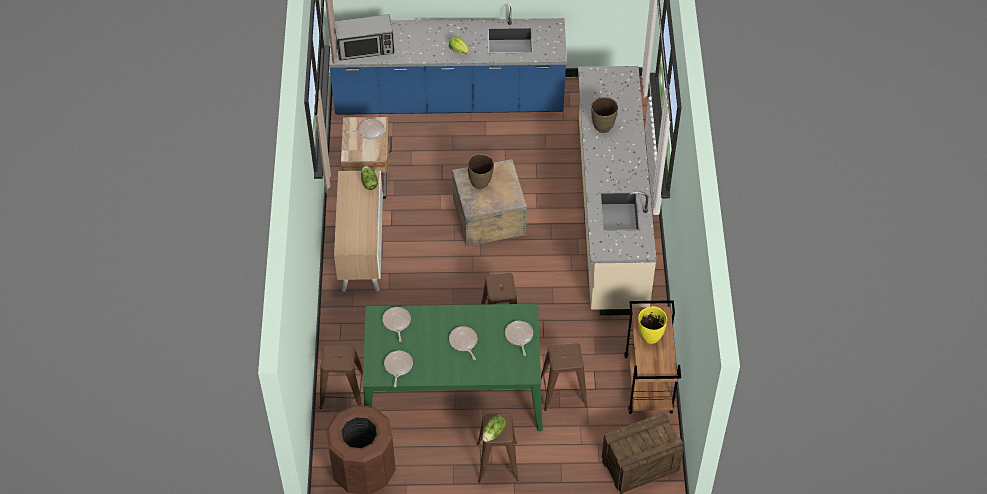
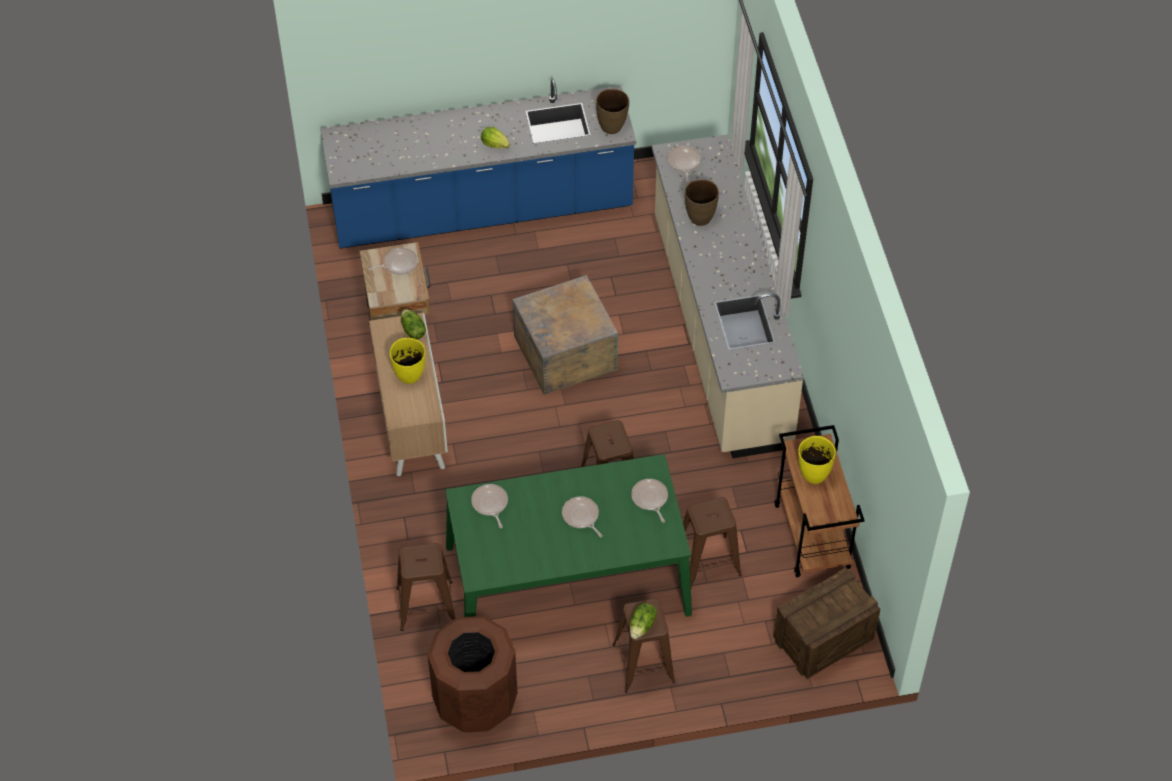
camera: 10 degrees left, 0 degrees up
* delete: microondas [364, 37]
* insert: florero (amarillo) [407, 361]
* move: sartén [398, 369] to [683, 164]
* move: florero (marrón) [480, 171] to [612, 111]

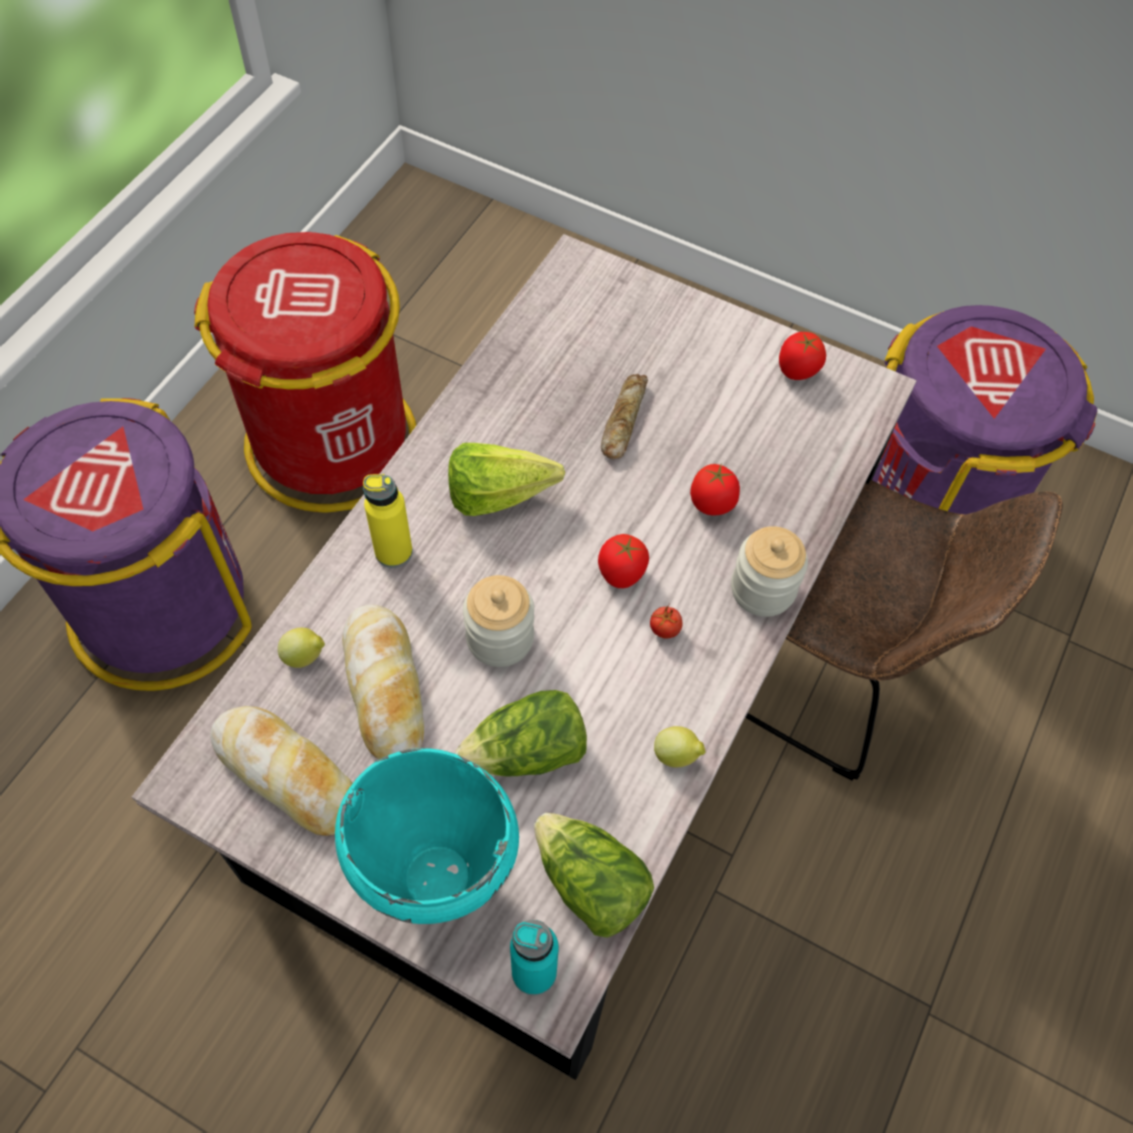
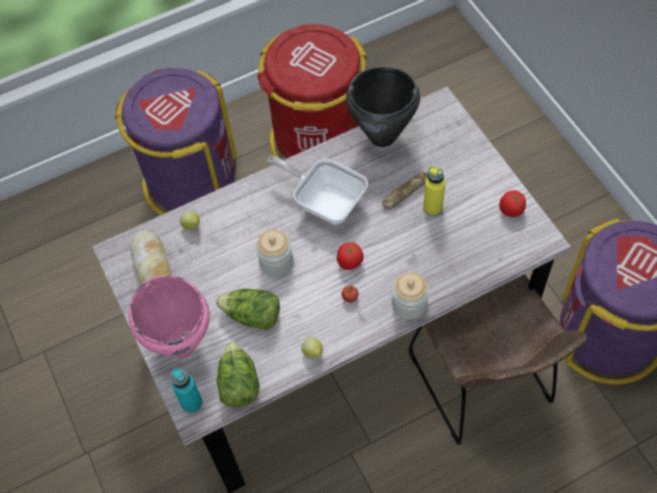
camera: 40 degrees right, 0 degrees up
* delete: pan [383, 682]
* delete: tomate [715, 489]
* insert: olla (negro) [383, 106]
* move: botella (amarillo) [388, 521] to [434, 191]
* replace: lechuga [506, 479] to sartén [317, 190]
* recolor: olla (turquesa) [427, 836] to olla (rosa) [169, 316]

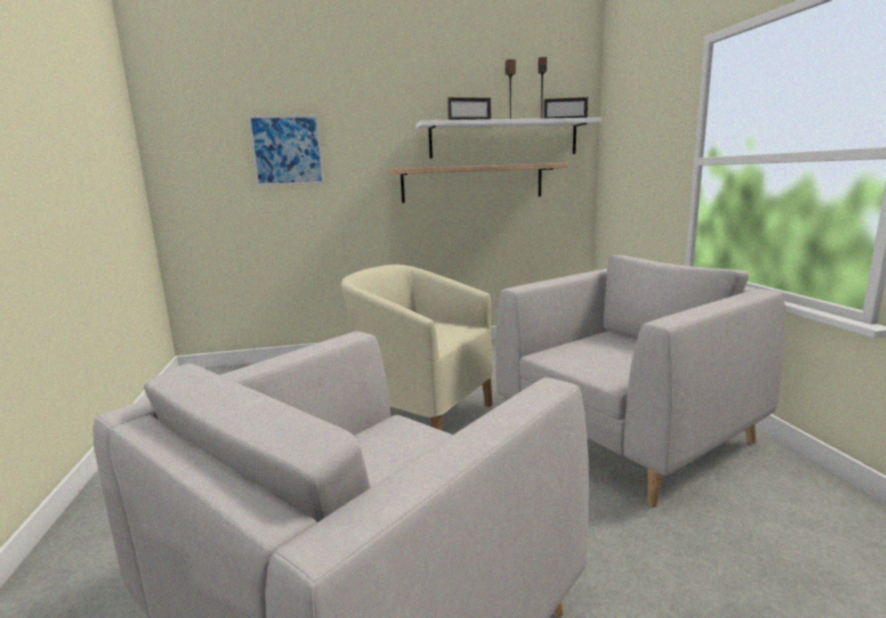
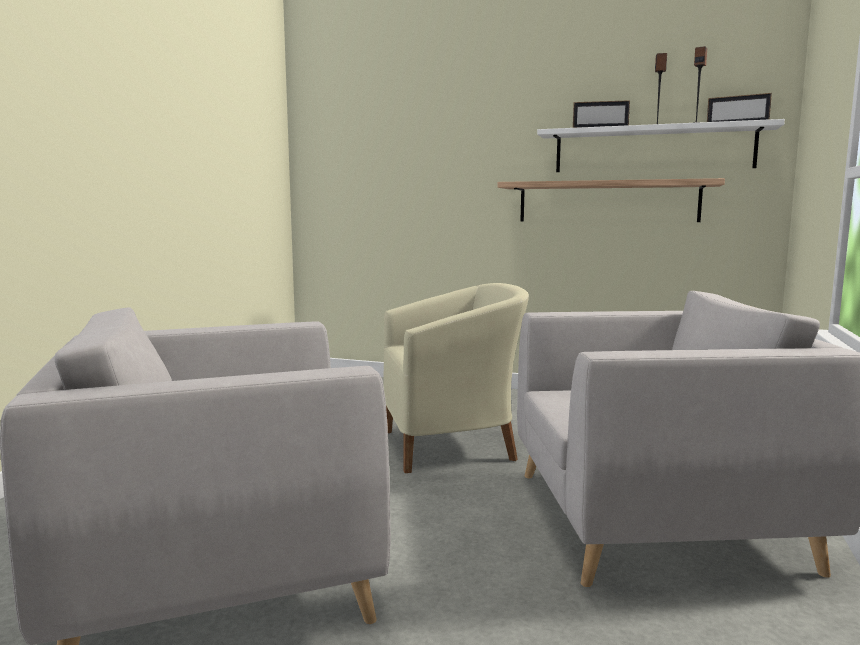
camera: 30 degrees right, 5 degrees down
* delete: cuadro [286, 150]
* rotate: sillón (beis) [417, 348] = [456, 378] 105 degrees clockwise

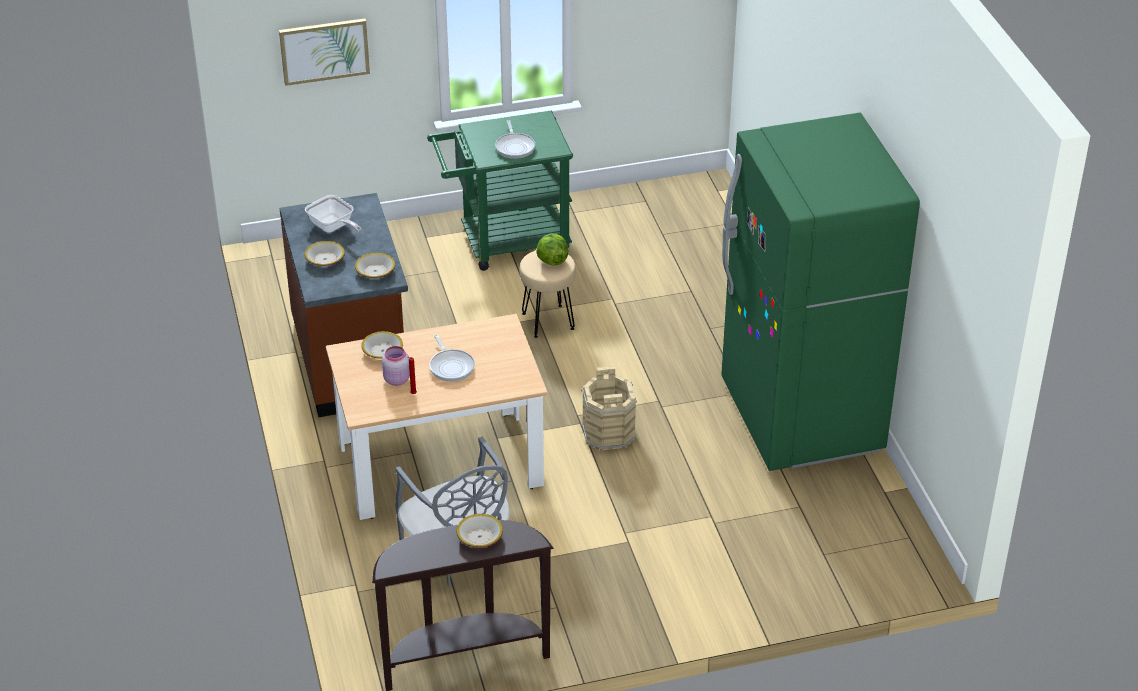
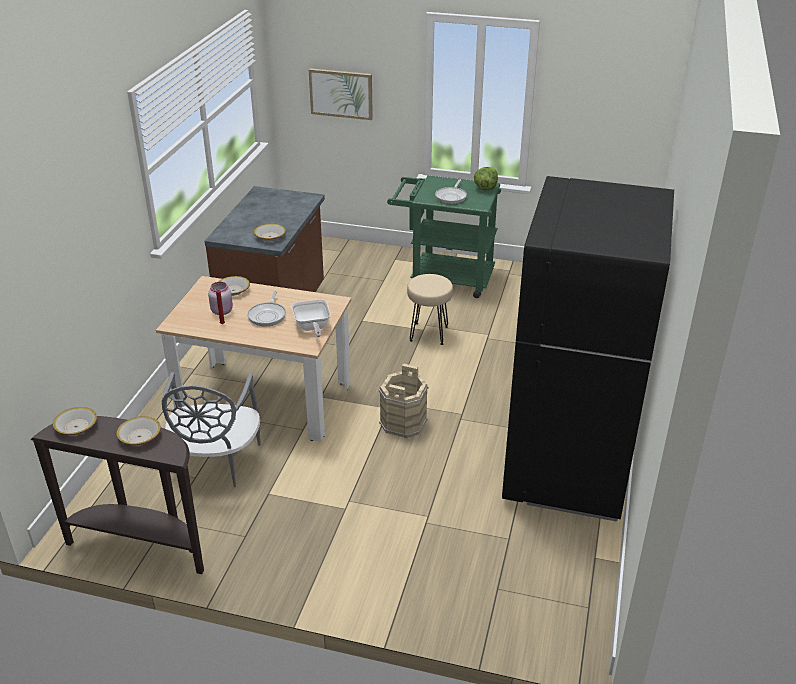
camera: 30 degrees right, 5 degrees down
* move: sartén [333, 214] to [311, 318]
* move: cuenco [325, 253] to [75, 421]
* move: lechuga [552, 250] to [486, 178]
* recolor: nevera (verde) [820, 292] to nevera (negro) [588, 348]

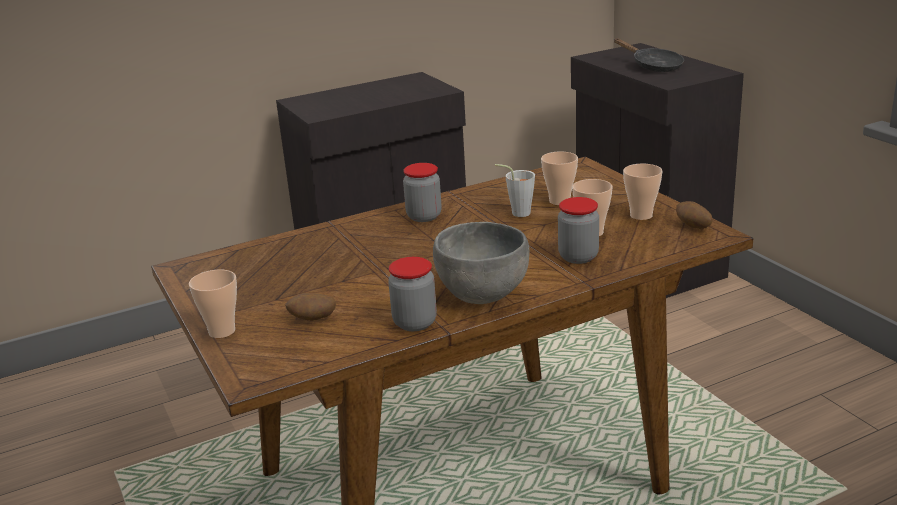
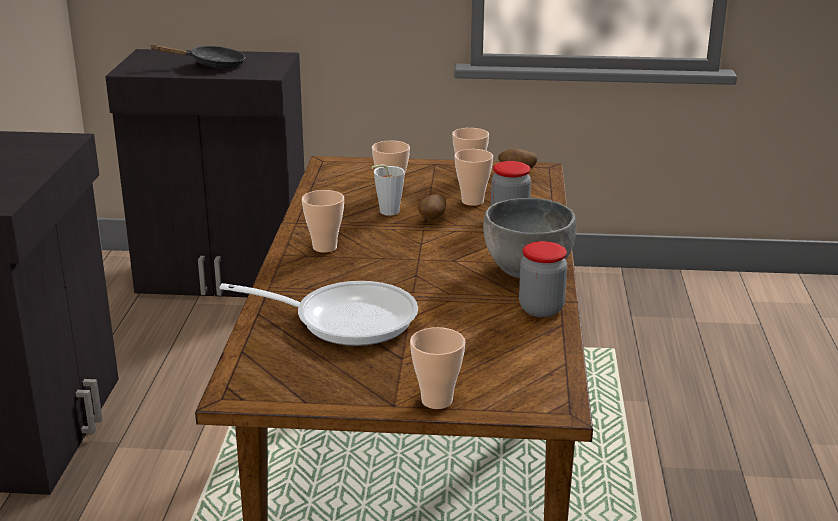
camera: 60 degrees left, 0 degrees up
* insert: sartén [318, 313]
* move: patata [310, 307] to [432, 207]
* replace: tarro [422, 192] to taza [323, 221]

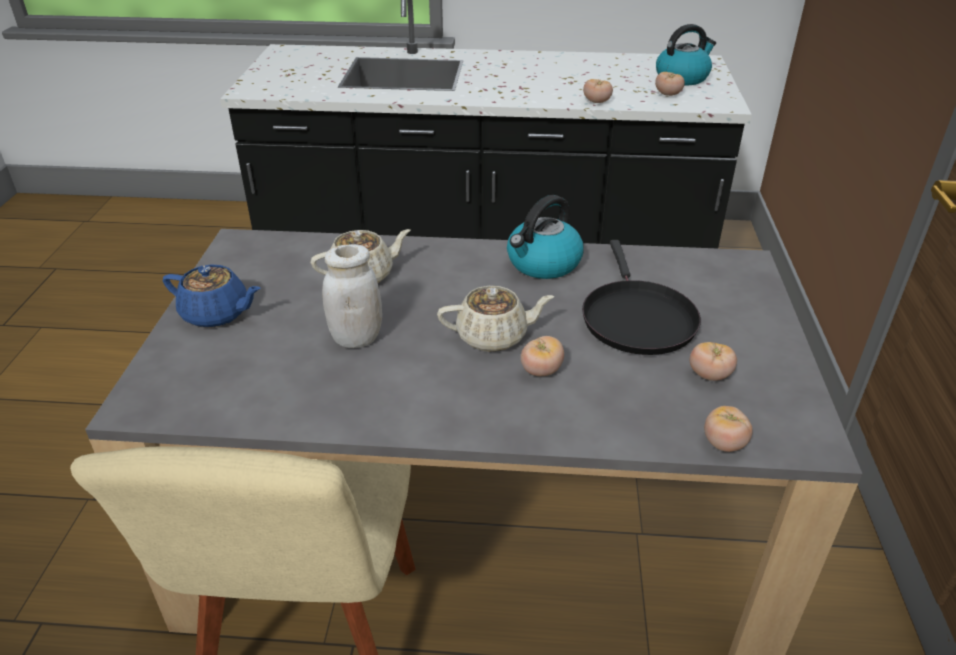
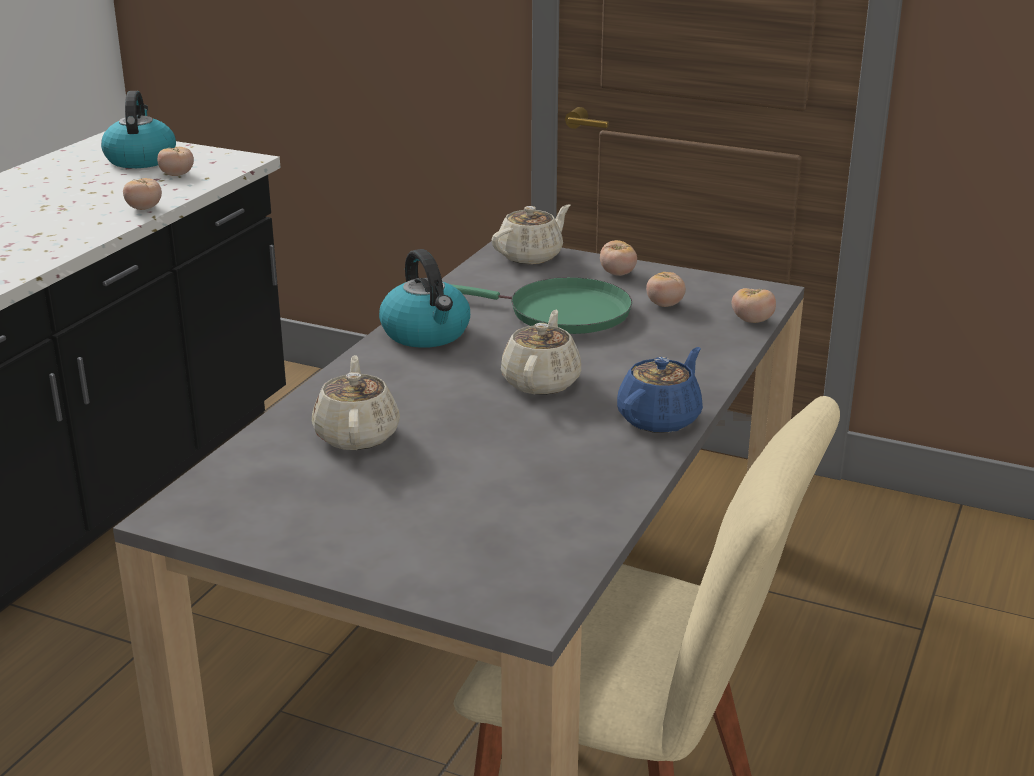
camera: 70 degrees left, 10 degrees down
* delete: tarro (blanco) [352, 296]
* insert: tetera (beis) [531, 234]
* move: tetera (azul) [212, 296] to [660, 390]
* move: tomate [542, 356] to [618, 258]
* recolor: sartén (negro) [641, 297] to sartén (verde) [541, 305]

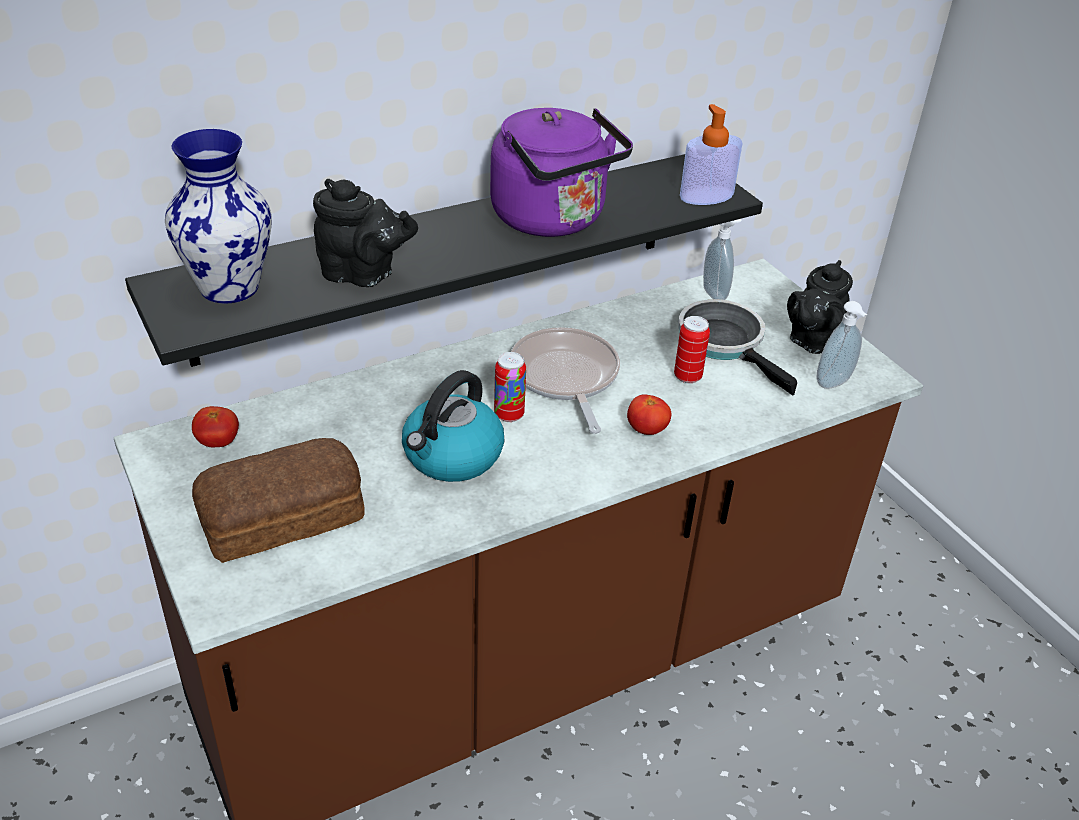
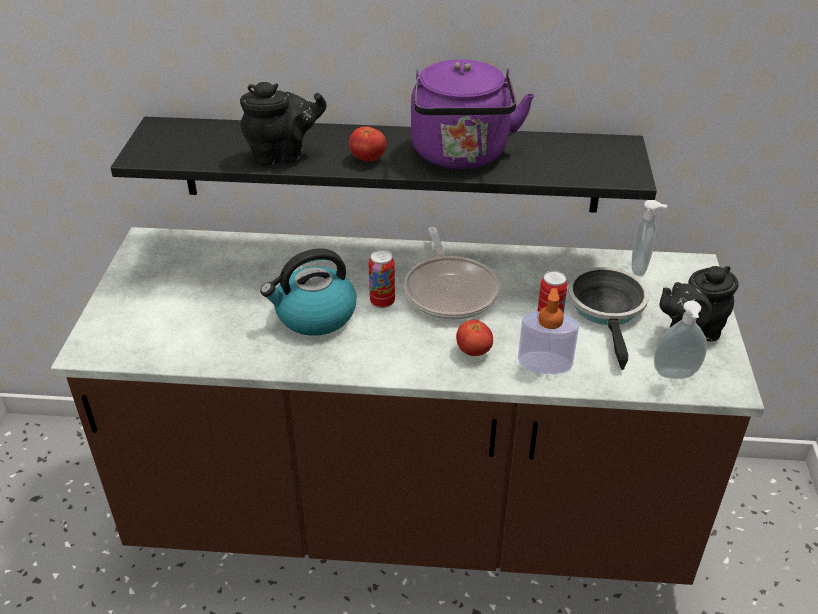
camera: 35 degrees right, 0 degrees up
* delete: florero [218, 216]
* delete: pan [278, 500]
* move: tomate [215, 426] to [368, 144]
* move: dispensador de jabón [711, 154] to [548, 331]
* rotate: tetera (negro) [365, 233] = [283, 123] 60 degrees counterclockwise
* rotate: sartén [565, 380] = [452, 273] 150 degrees clockwise

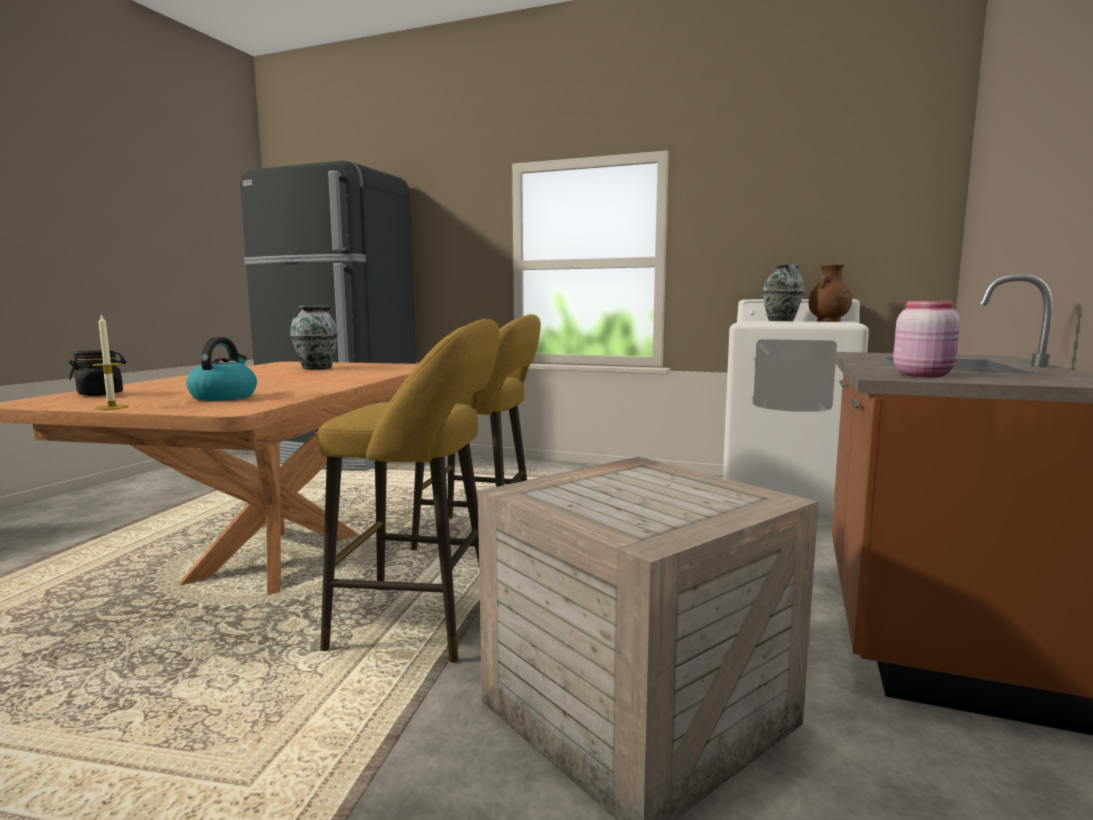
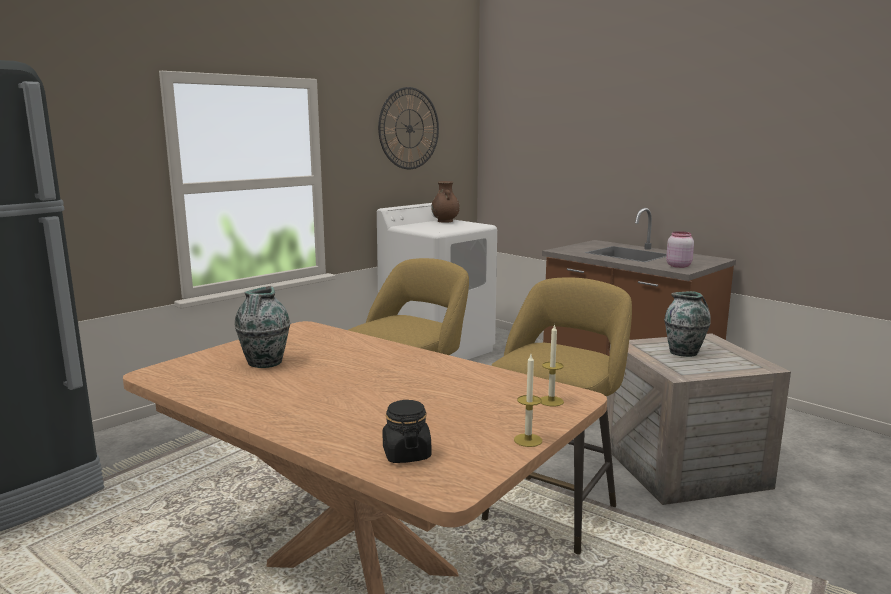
camera: 65 degrees left, 5 degrees up
* delete: hervidor [221, 369]
* insert: reloj de pared [408, 128]
* insert: vela [552, 365]
* move: florero [784, 292] to [687, 324]

